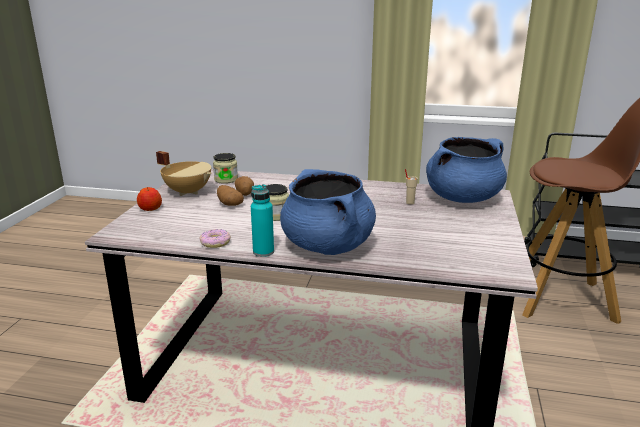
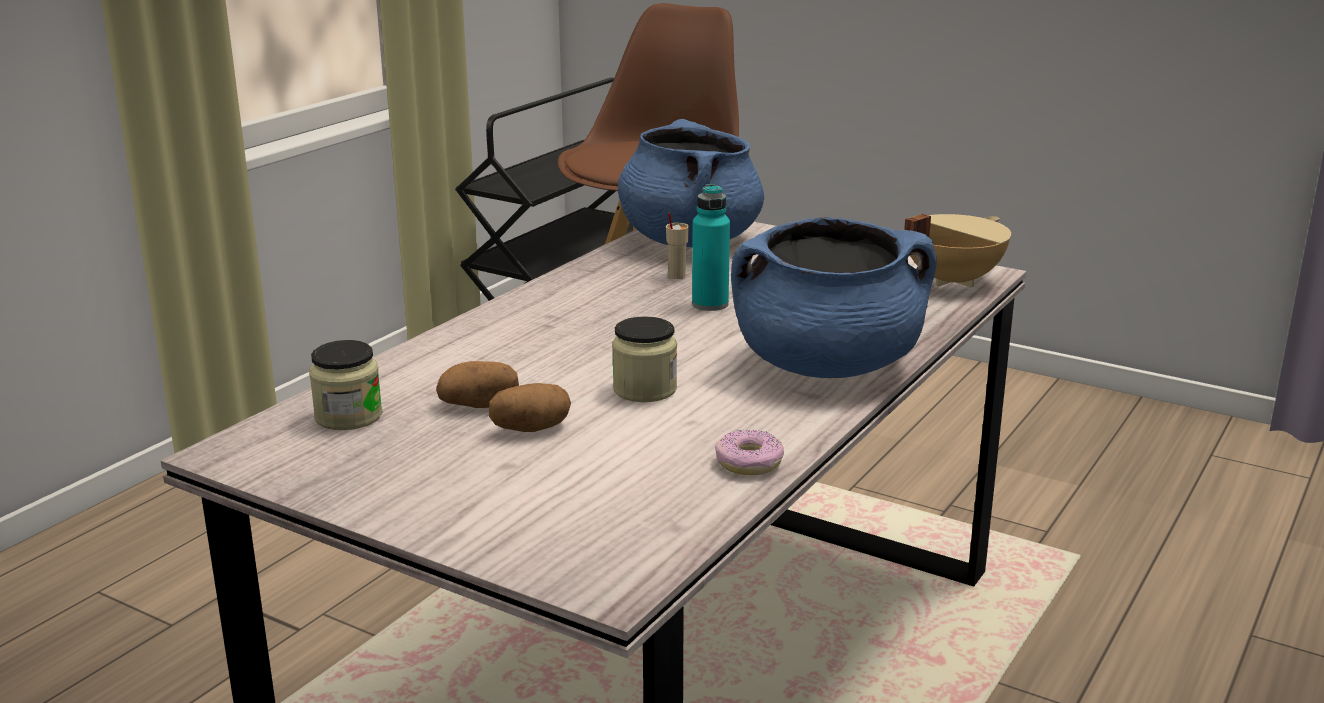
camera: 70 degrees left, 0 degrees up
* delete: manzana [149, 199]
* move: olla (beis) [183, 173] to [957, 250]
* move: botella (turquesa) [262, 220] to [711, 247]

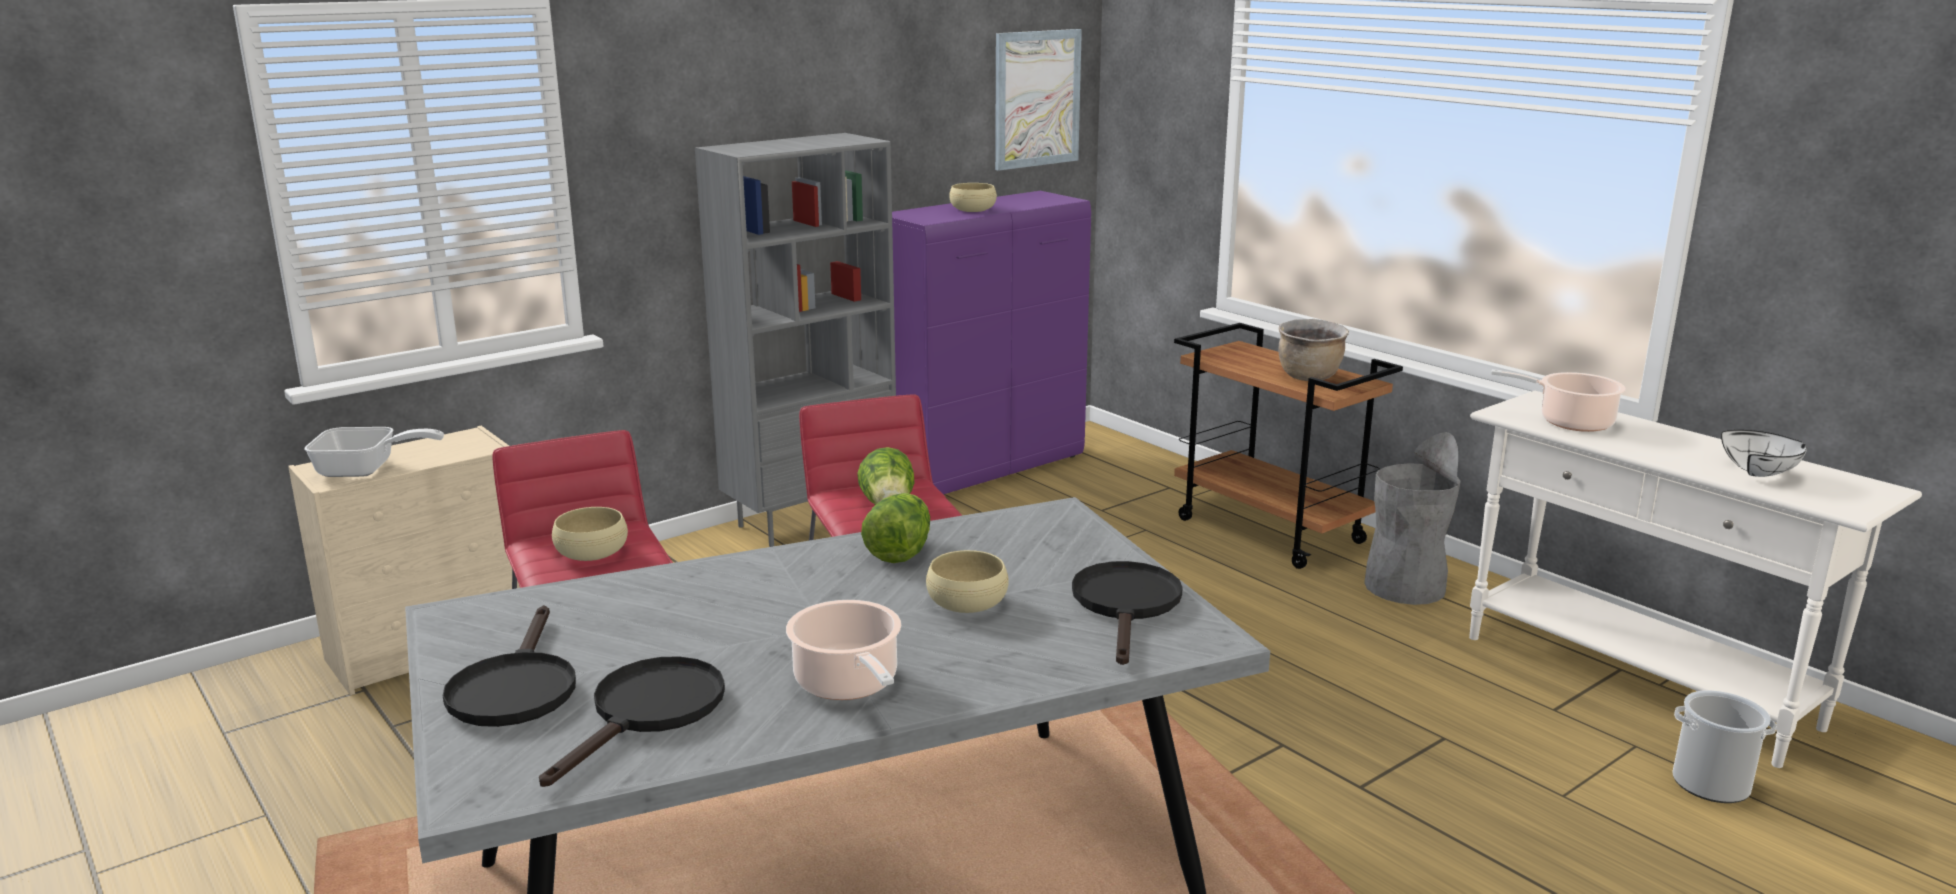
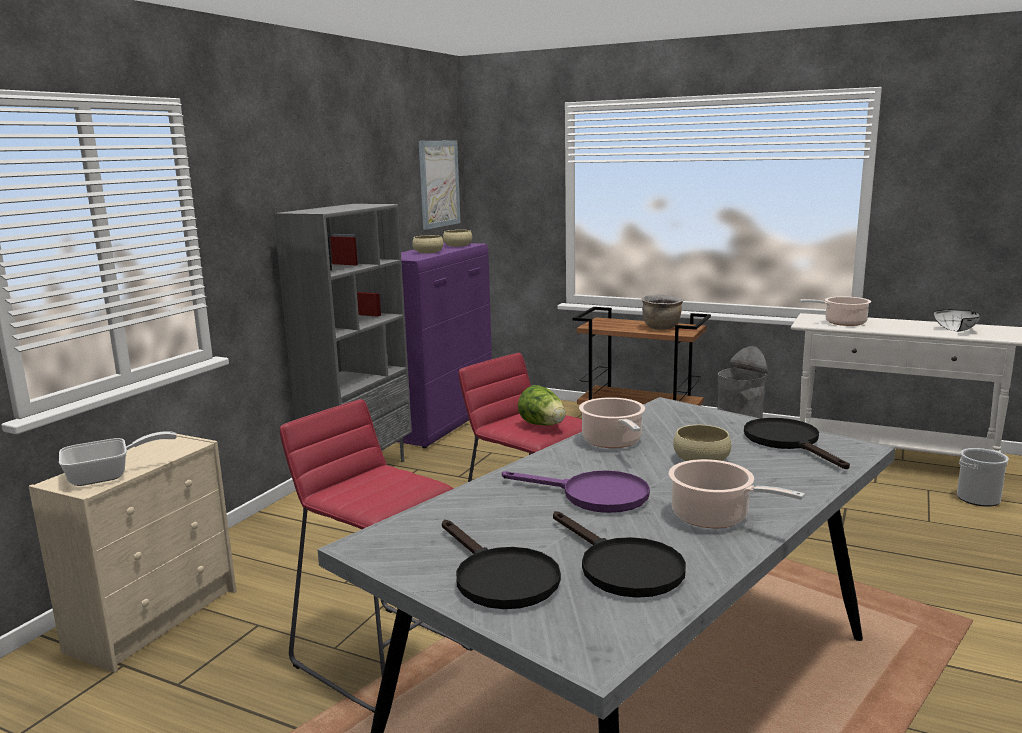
camera: 25 degrees left, 5 degrees down
* insert: sartén (morado) [576, 491]
* move: cuenco (beis) [590, 534] to [457, 238]
* replace: lechuga [895, 528] to olla [612, 422]
* rotate: sartén (negro) [632, 721] = [619, 554] 150 degrees clockwise

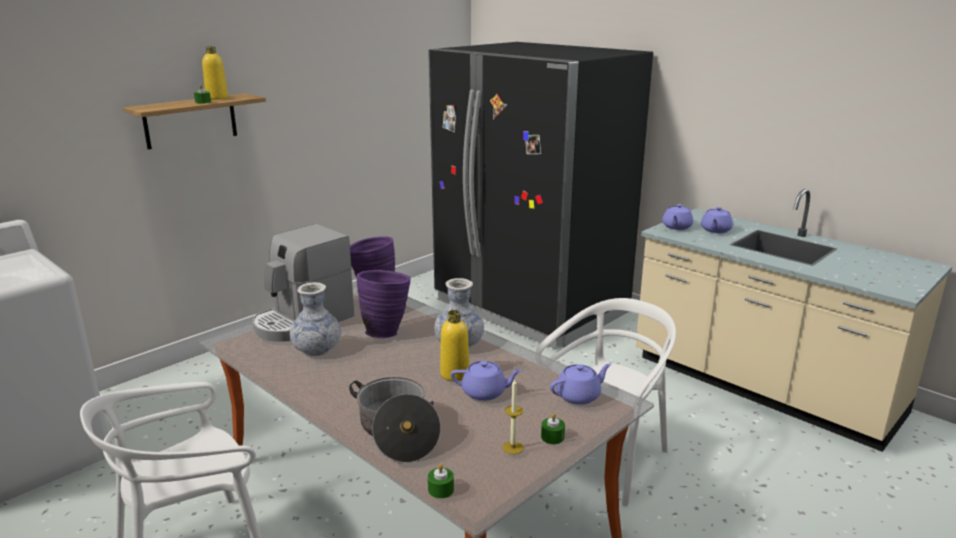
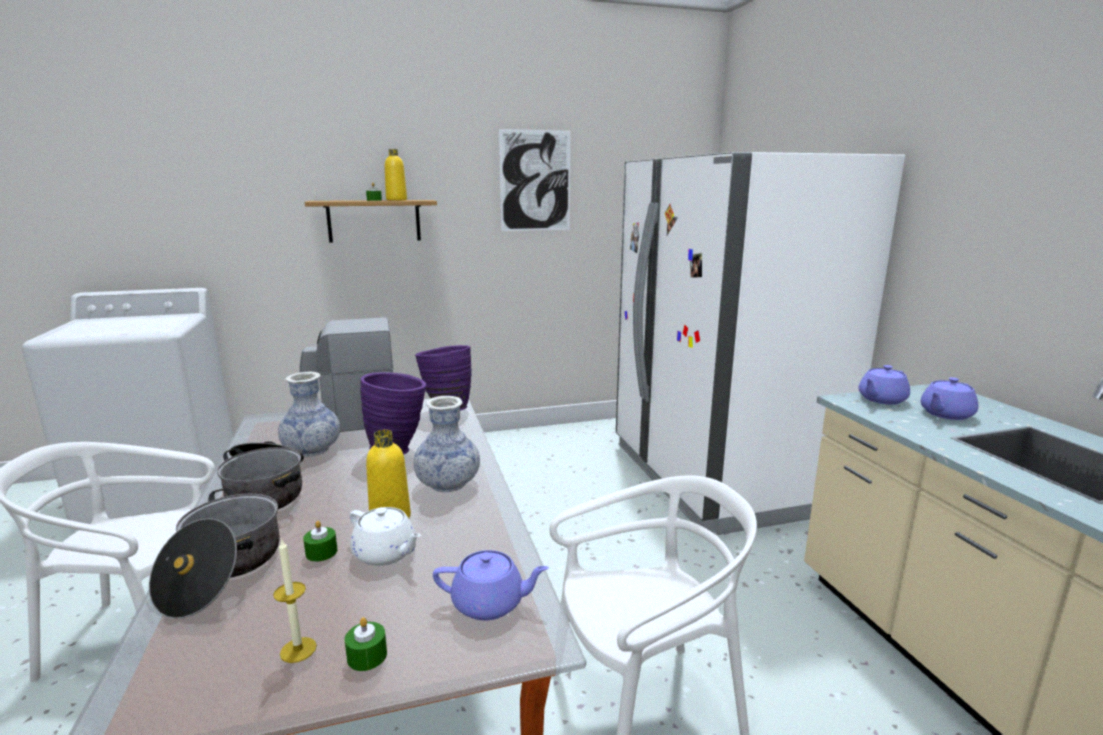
camera: 30 degrees right, 5 degrees down
* insert: olla [260, 475]
* insert: cuadro [534, 180]
* move: vela (verde) [441, 481] to [320, 541]
* recolor: nevera (negro) [541, 195] to nevera (blanco) [760, 343]
* recolor: tetera (morado) [486, 381] to tetera (blanco) [385, 536]

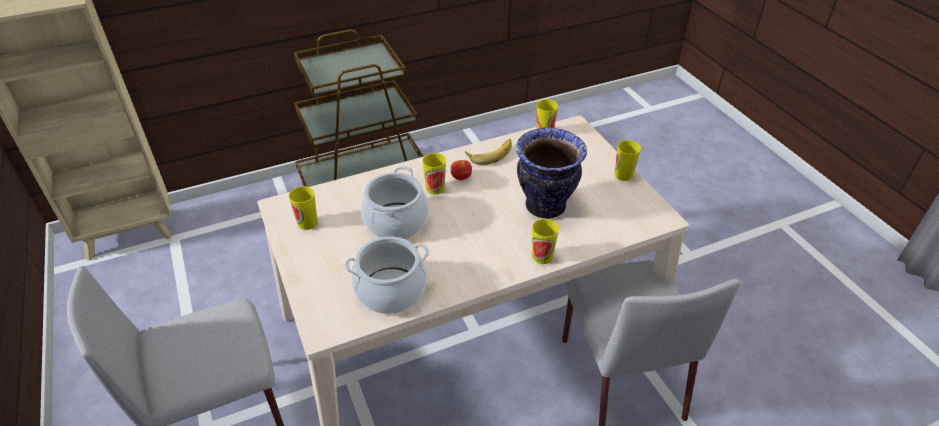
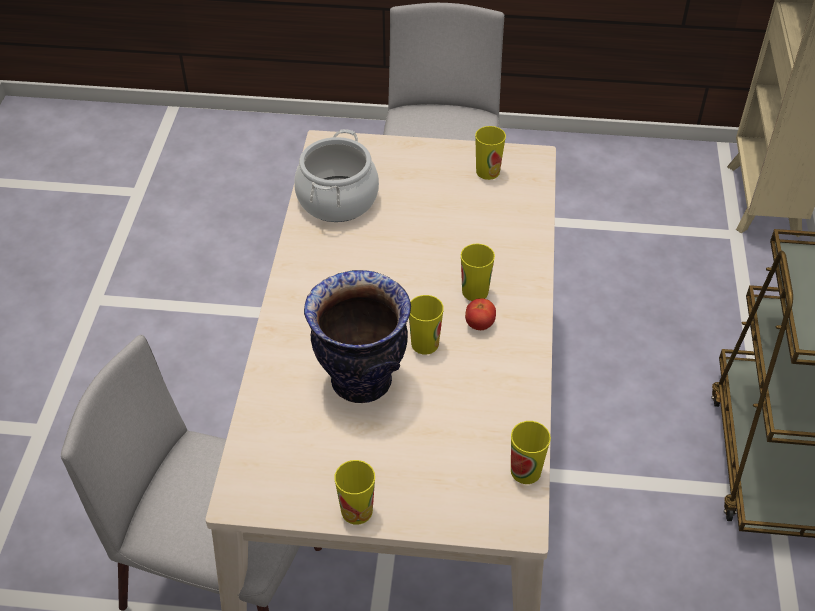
camera: 120 degrees right, 5 degrees up
* delete: olla [395, 202]
* delete: plátano [488, 152]
* move: taza [545, 241] to [426, 325]

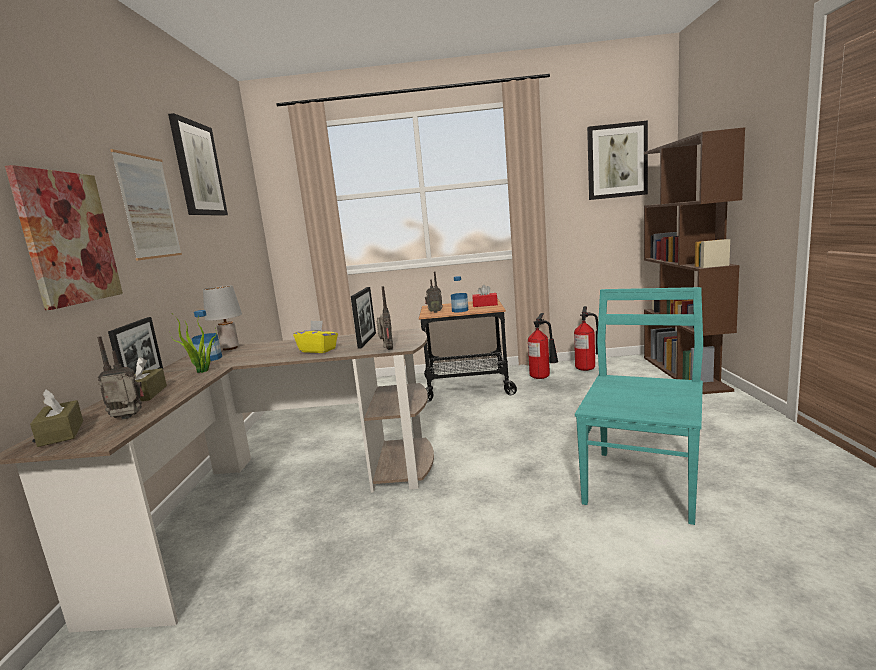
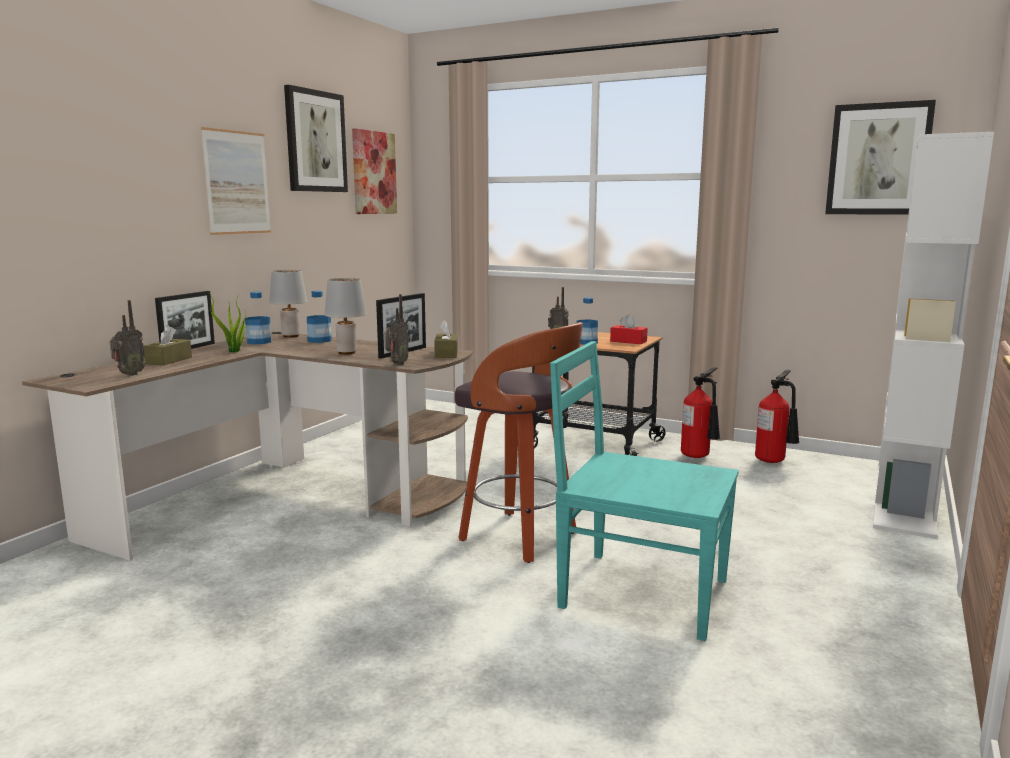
camera: 25 degrees right, 0 degrees up
* insert: botella [319, 317]
* insert: taburete [519, 442]
* move: cuadro [64, 237] to [374, 171]
* move: caja de pañuelos (marrón) [56, 418] to [446, 339]
* replace: caja de pañuelos (amarillo) [315, 337] to lámpara de mesa (gris) [346, 316]
* recolor: estantería (marrón) [694, 260] to estantería (blanco) [933, 335]
* rotate: radio [120, 377] = [127, 338] 105 degrees clockwise
* rotate: silla (turquesa) [639, 406] = [644, 491] 120 degrees counterclockwise

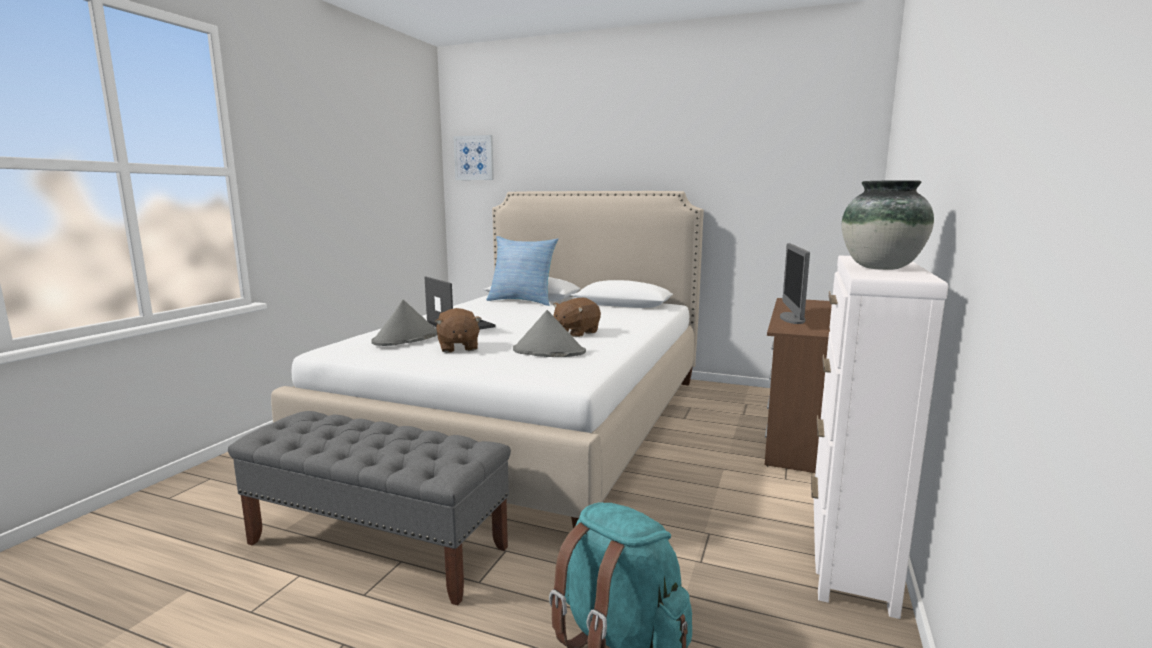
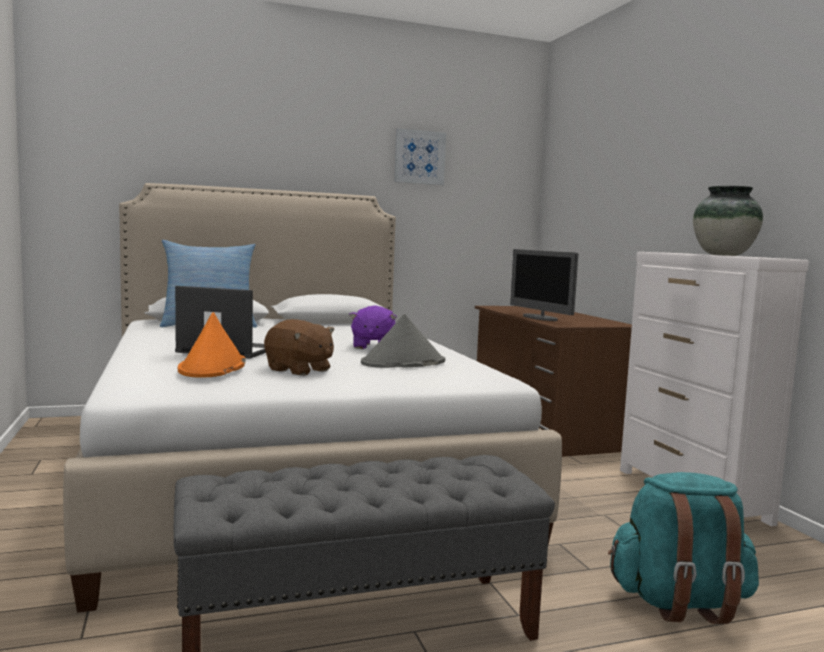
camera: 40 degrees left, 5 degrees down
* move: cuadro [474, 157] to [420, 156]
* recolor: sombrero (gris) [404, 323] to sombrero (naranja) [212, 345]
* recolor: peluche (marrón) [577, 317] to peluche (morado) [373, 327]

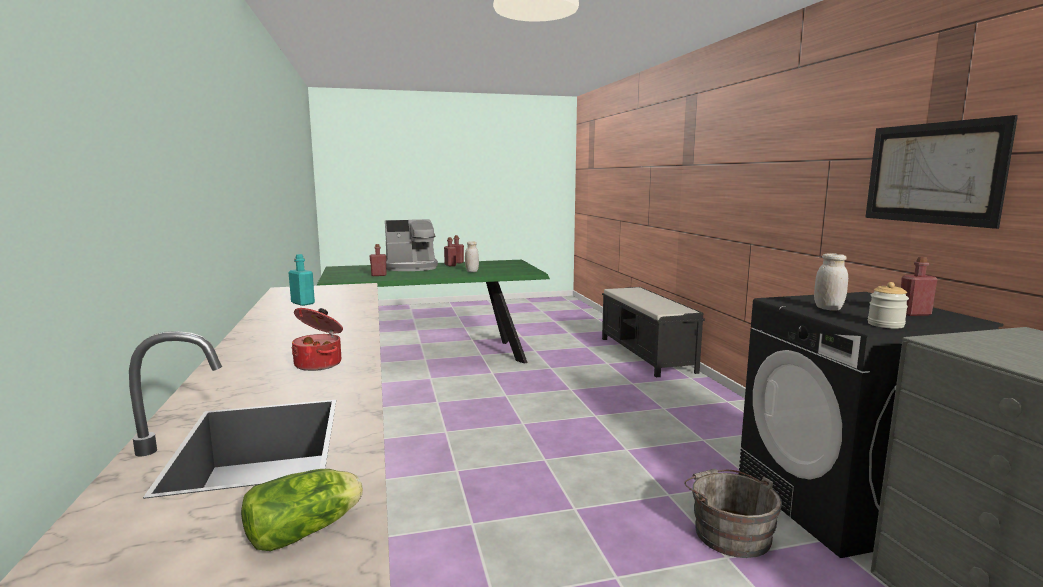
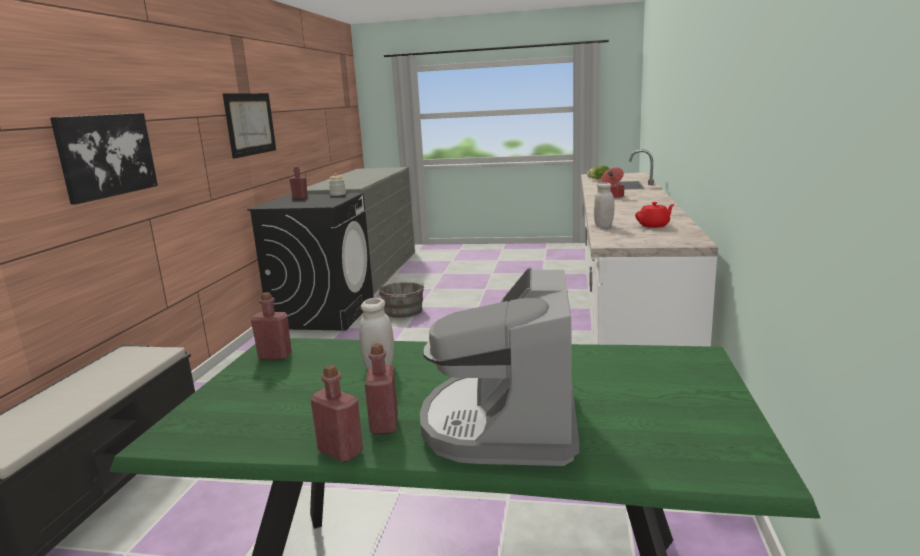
camera: 155 degrees left, 5 degrees up
* insert: cuadro [104, 158]
* move: botella (rojo) [378, 260] to [271, 326]
* move: tarro (blanco) [831, 282] to [604, 205]
* replace: botella (turquesa) [301, 280] to tetera (rojo) [655, 215]
* rotate: cafetera [411, 245] = [499, 367] 90 degrees counterclockwise

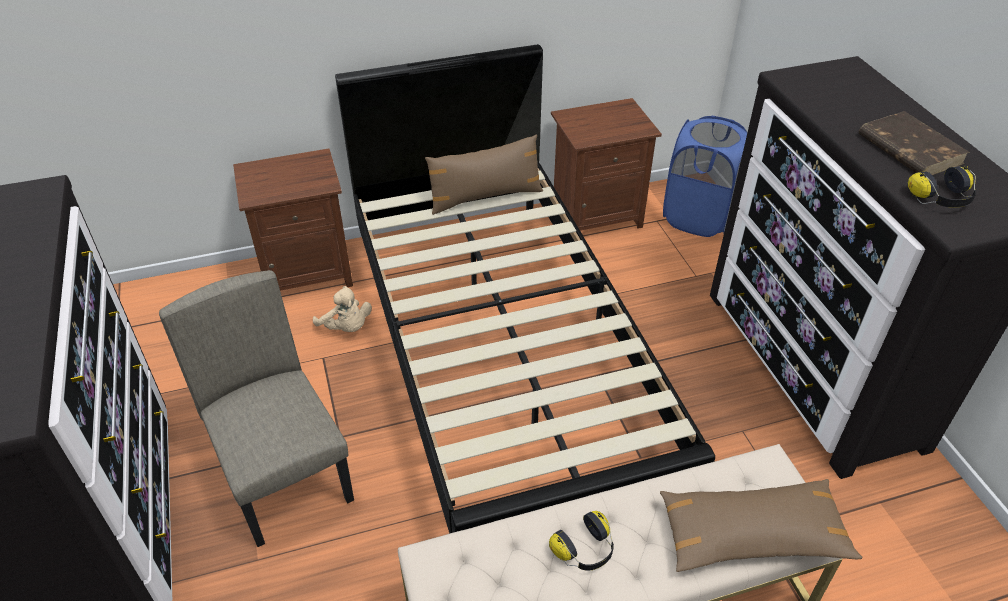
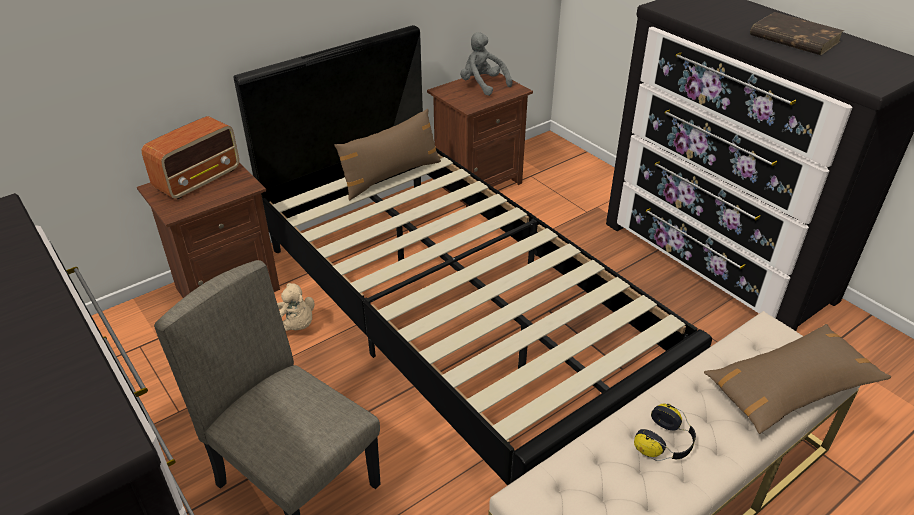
camera: 20 degrees left, 5 degrees down
* delete: cesto de la ropa (azul) [705, 176]
* delete: auriculares [942, 186]
* insert: radio [190, 157]
* insert: peluche (gris) [486, 64]

